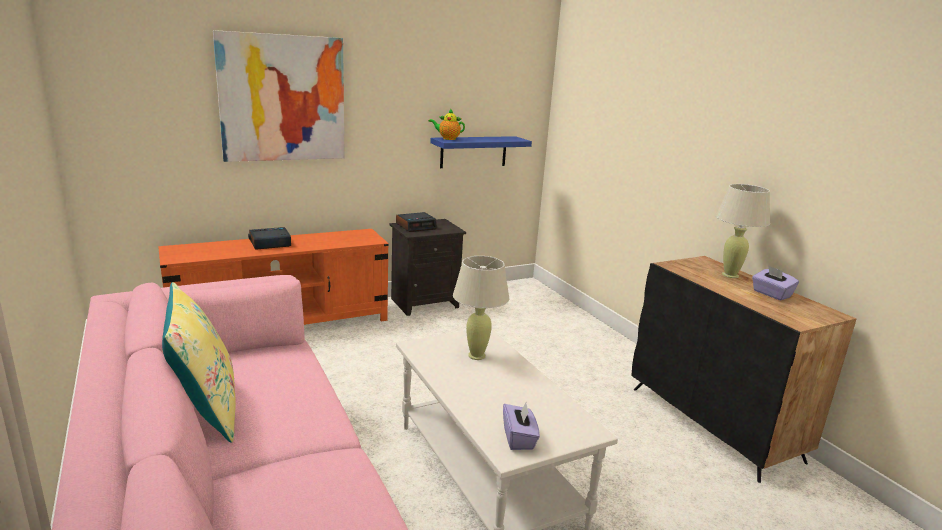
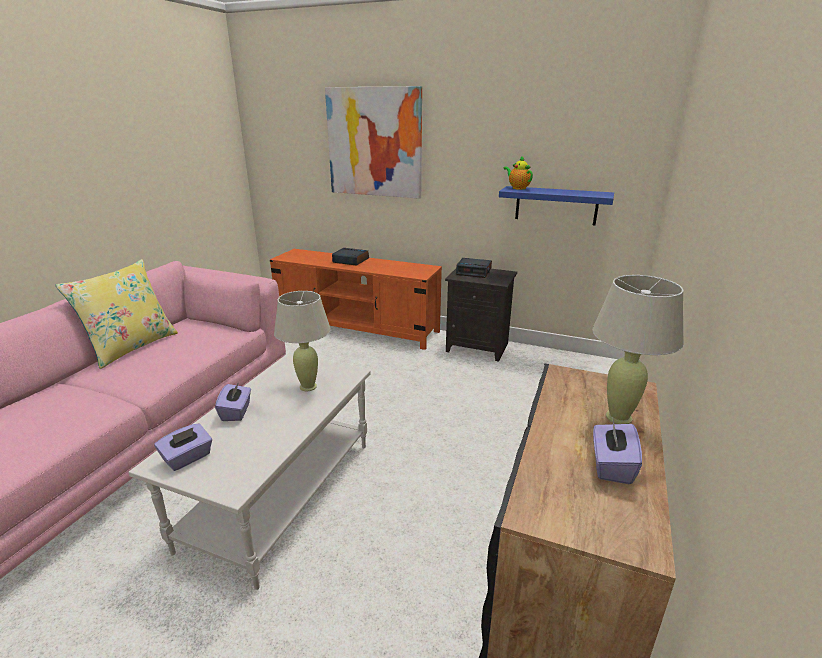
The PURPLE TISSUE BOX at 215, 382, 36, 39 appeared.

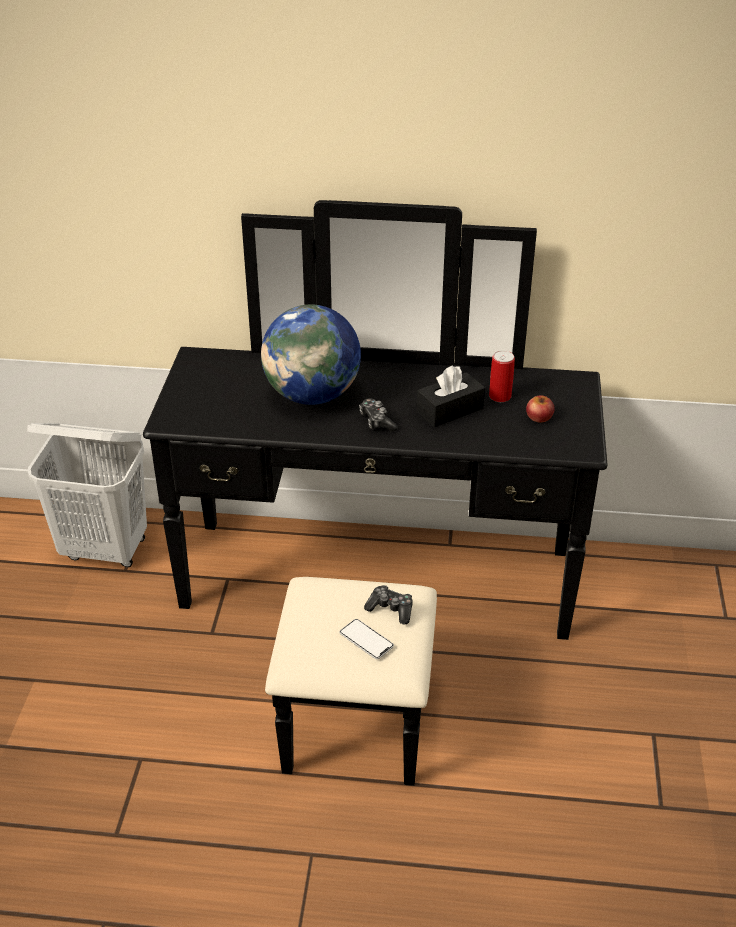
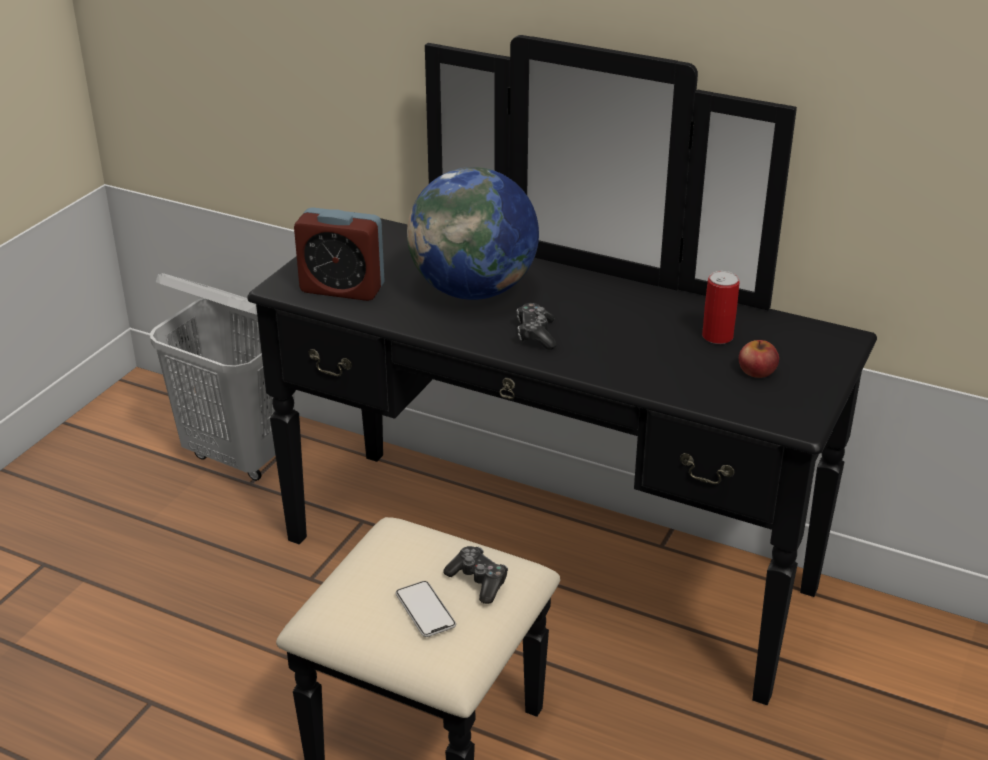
The BLACK TISSUE BOX at 417, 365, 68, 62 disappeared.
The ALARM CLOCK at 294, 207, 91, 94 appeared.

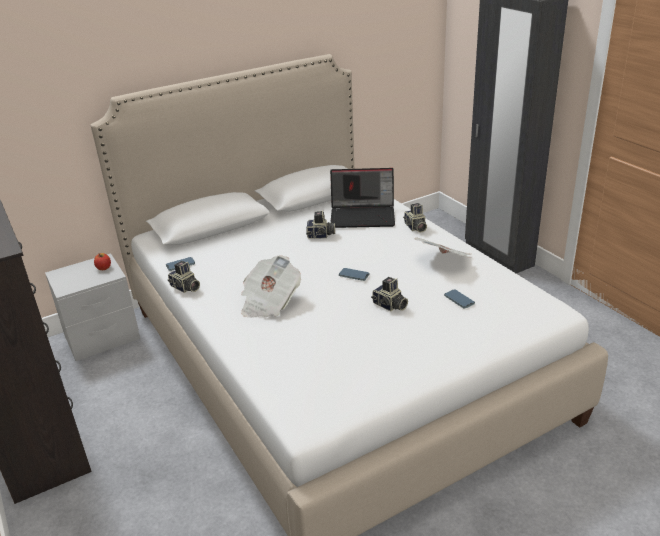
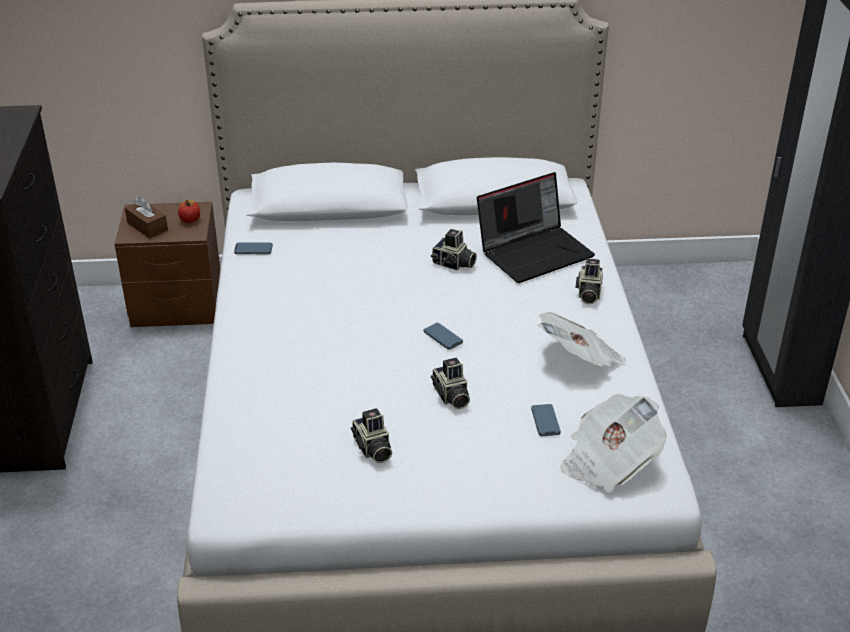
The GREY NIGHTSTAND at 45, 253, 95, 108 became the BROWN NIGHTSTAND at 115, 202, 105, 125.
The PHOTO CAMERA moved from 168, 261, 32, 32 to 351, 408, 41, 55.
The NEWSPAPER moved from 241, 255, 60, 63 to 561, 394, 106, 98.
The LAPTOP at 330, 168, 65, 60 turned 60 degrees counterclockwise.
The BROWN TISSUE BOX at 125, 197, 43, 41 appeared.

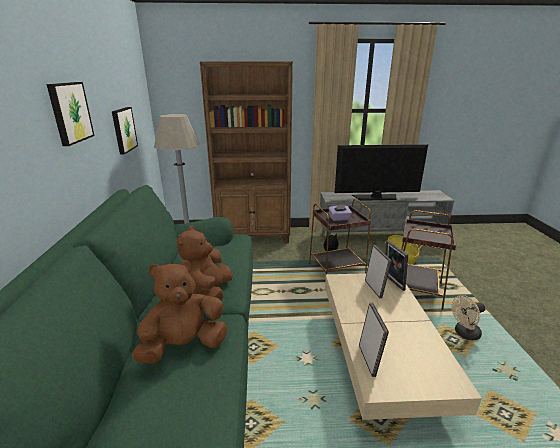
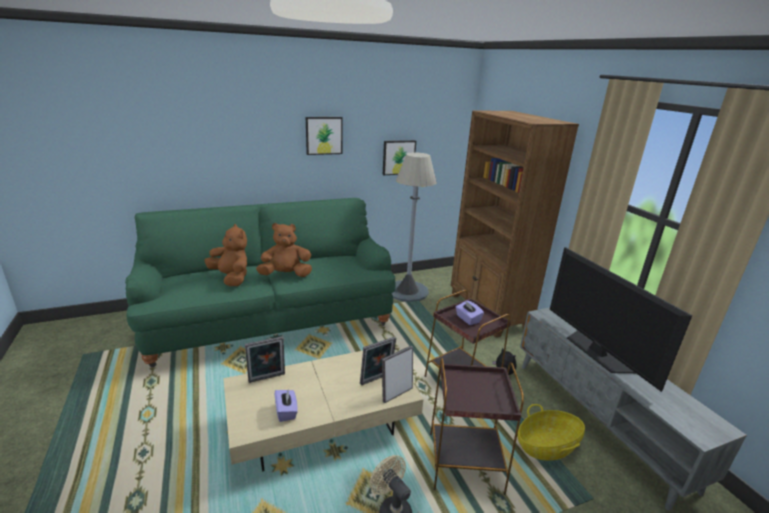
The PURPLE TISSUE BOX at 275, 388, 23, 34 appeared.

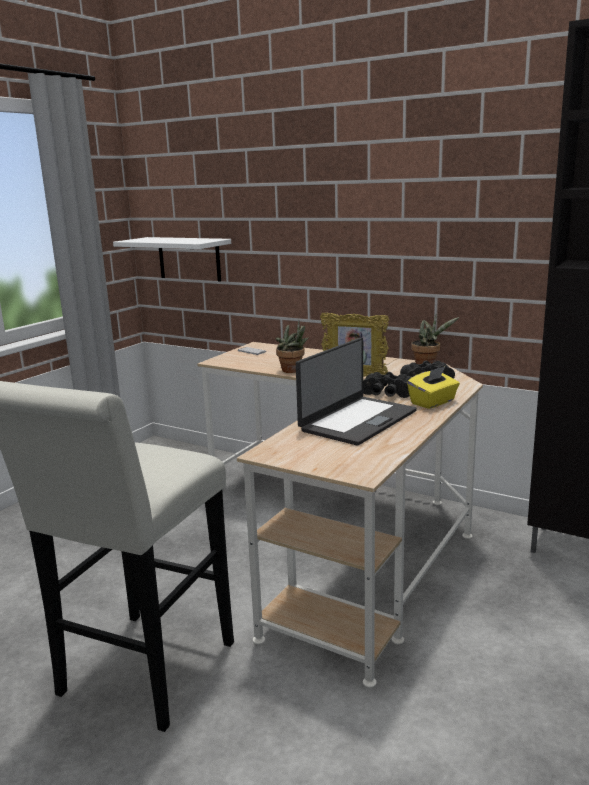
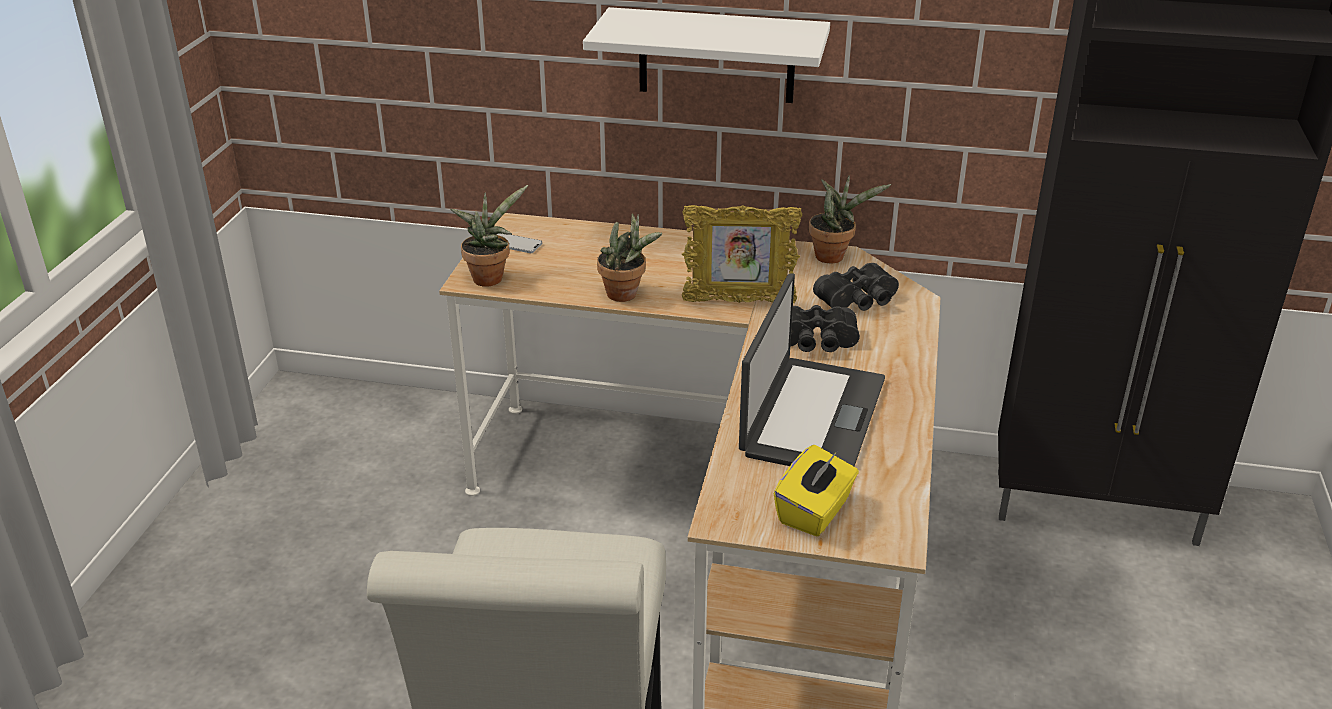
The WHITE SHELF moved from 113, 237, 118, 45 to 583, 7, 247, 96.
The YELLOW TISSUE BOX moved from 407, 366, 53, 43 to 774, 445, 85, 92.
The POTTED PLANT at 450, 185, 78, 102 appeared.

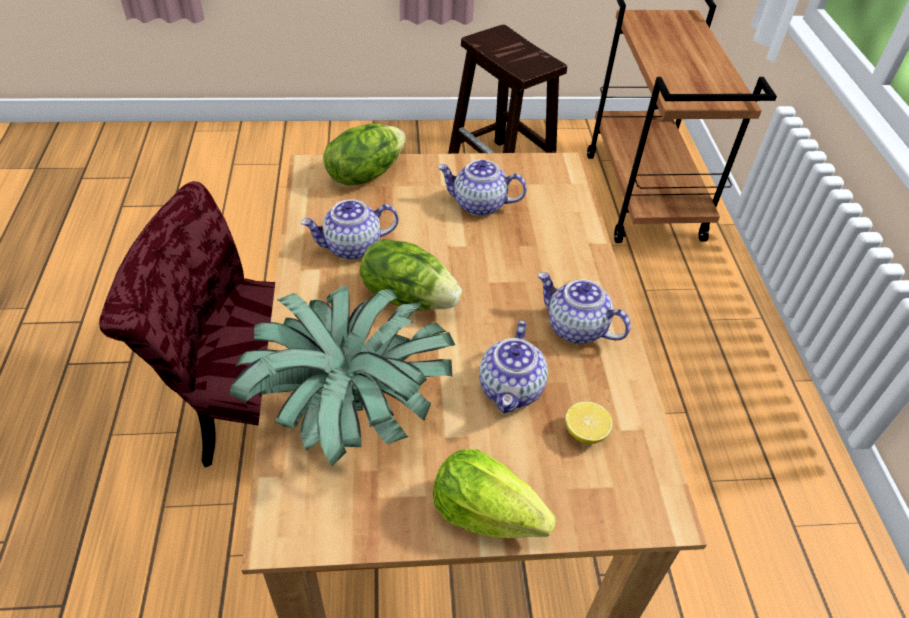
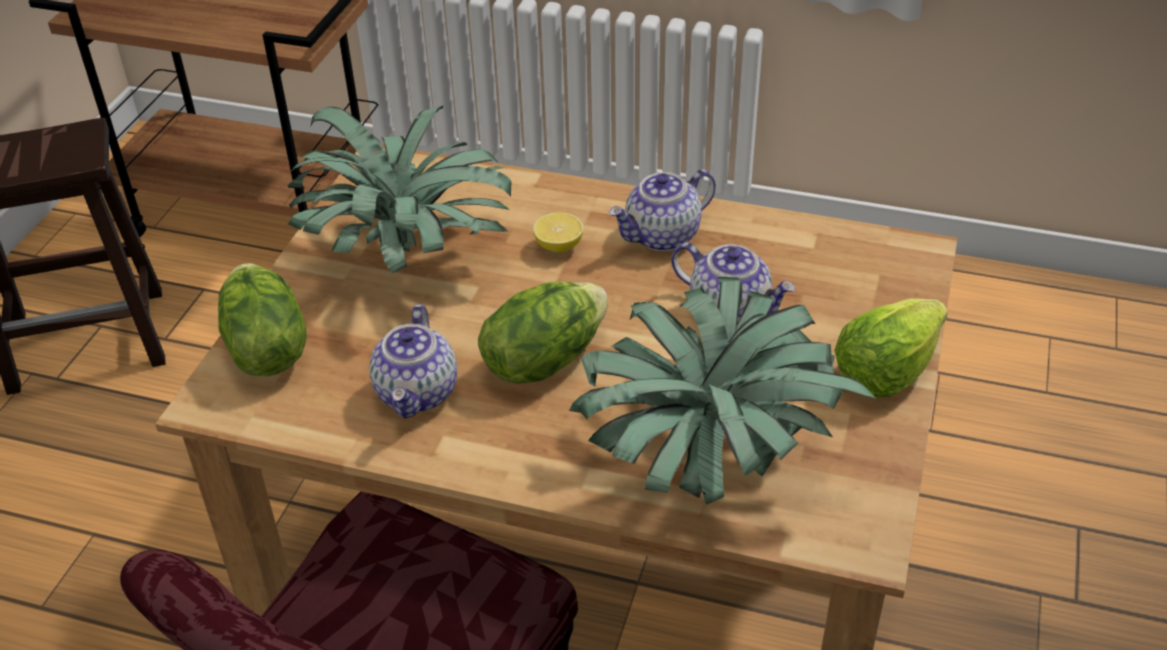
The TEAPOT at 437, 160, 90, 56 was replaced by the POTTED PLANT at 288, 105, 223, 168.
The LEMON moved from 565, 402, 48, 42 to 533, 212, 51, 41.

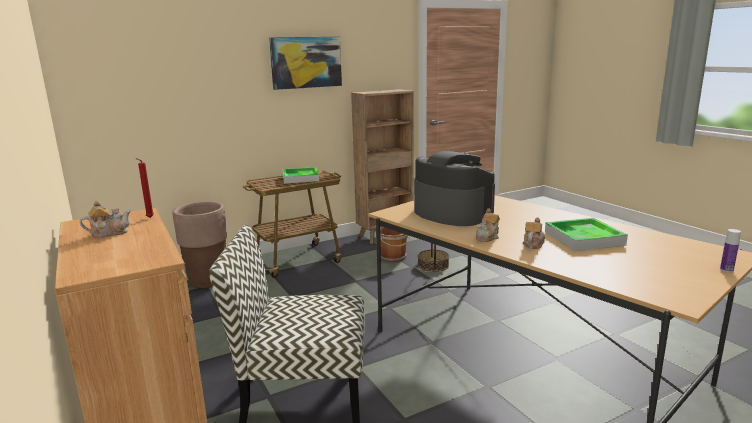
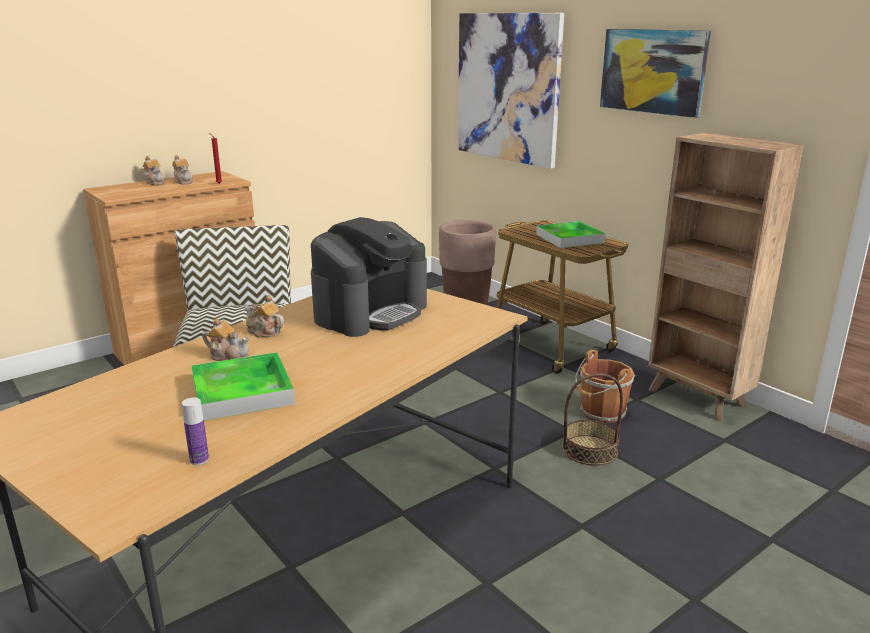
The BOTTLE moved from 720, 229, 21, 43 to 182, 397, 27, 68.
The TEAPOT at 143, 156, 22, 29 appeared.
The PICTURE at 458, 13, 106, 156 appeared.

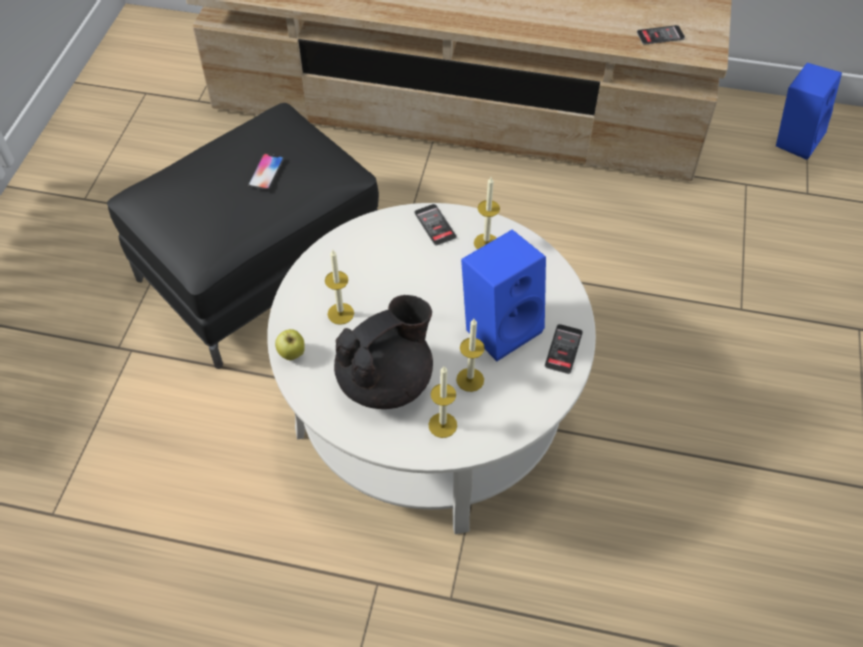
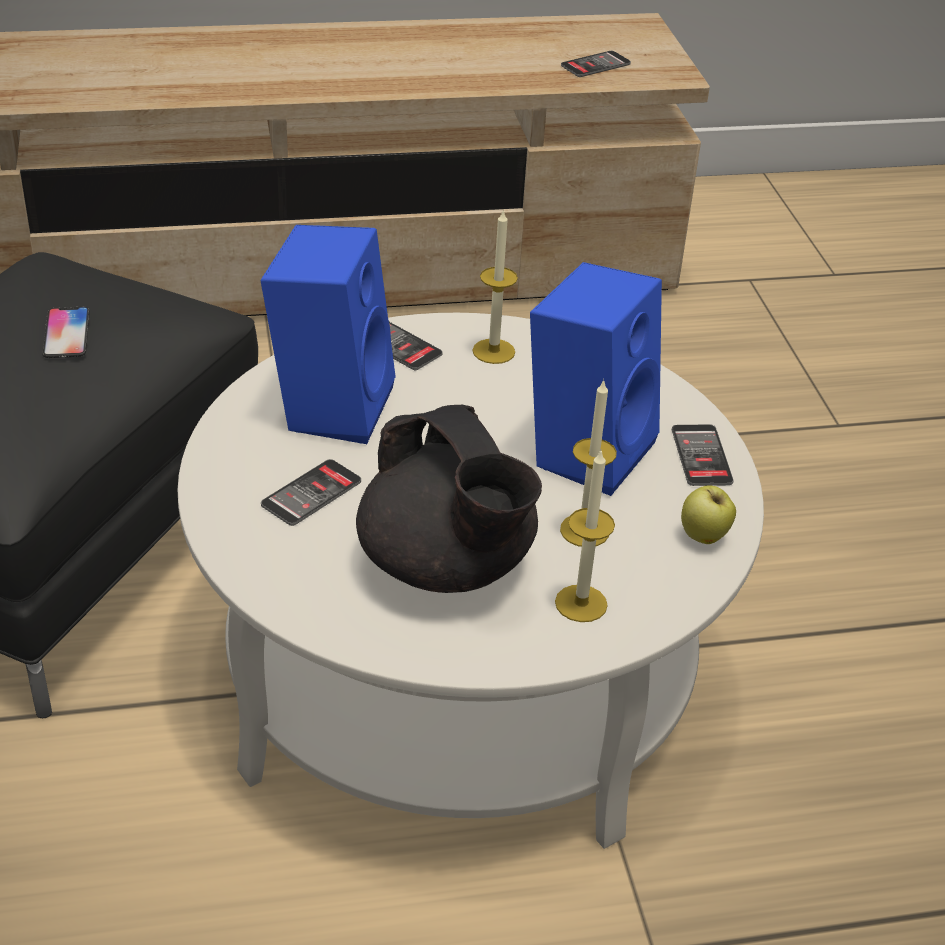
The APPLE moved from 275, 329, 30, 31 to 681, 486, 55, 58.
The CANDLE at 325, 249, 29, 76 was replaced by the PHONE at 261, 459, 100, 67.
The BLACK TEAPOT at 334, 295, 99, 114 turned 120 degrees clockwise.
The BLUE SPEAKER moved from 776, 63, 66, 97 to 261, 225, 135, 219.

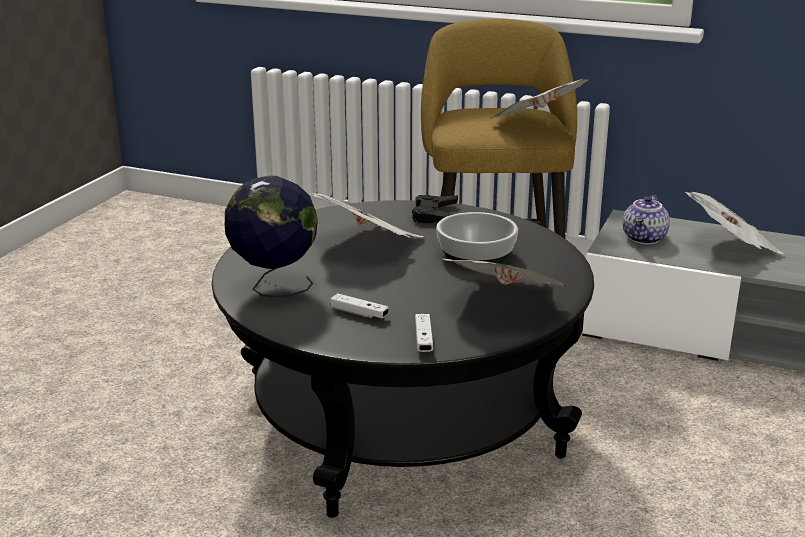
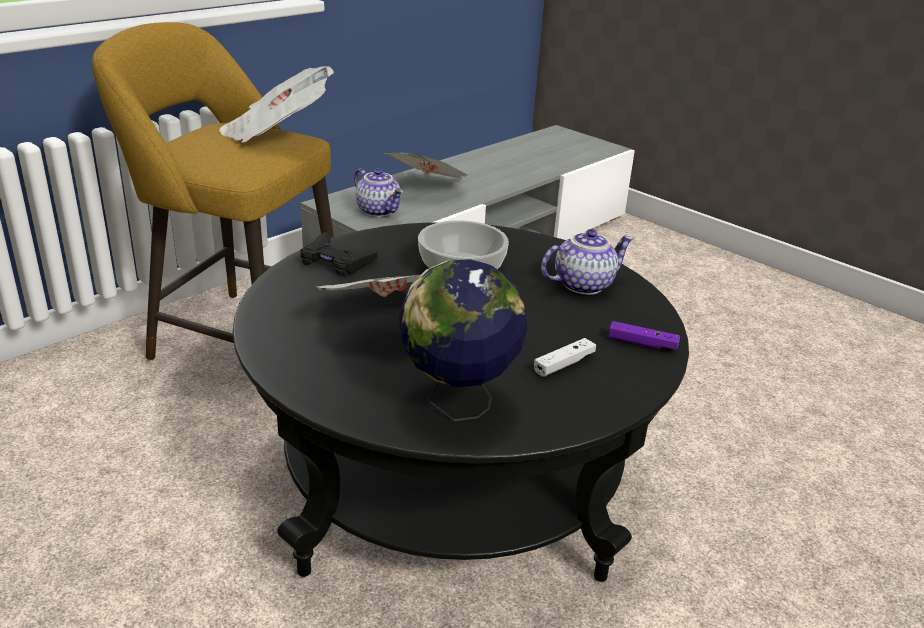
The WHITE GAME CONTROLLER at 415, 314, 18, 38 became the PURPLE GAME CONTROLLER at 609, 321, 71, 29.
The NEWSPAPER at 443, 259, 123, 27 was replaced by the TEAPOT at 541, 229, 93, 66.

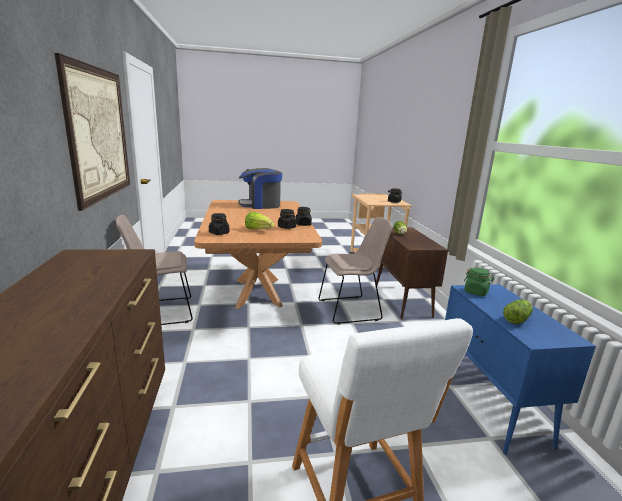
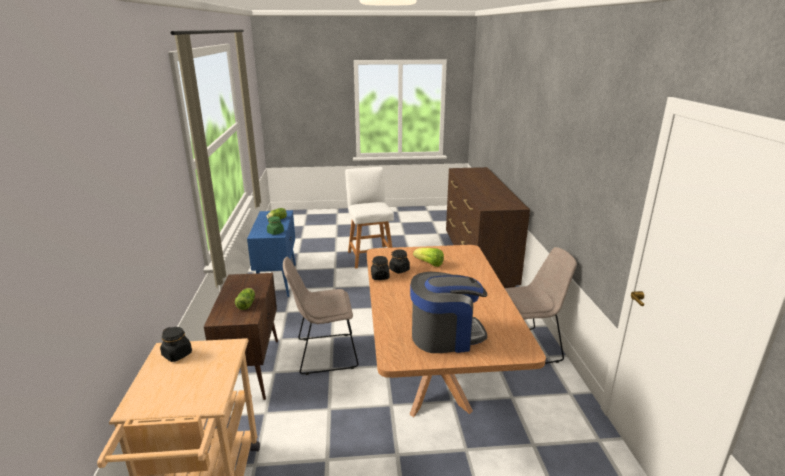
The PICTURE at 54, 53, 76, 158 disappeared.
The BLACK JAR at 209, 213, 20, 22 disappeared.

